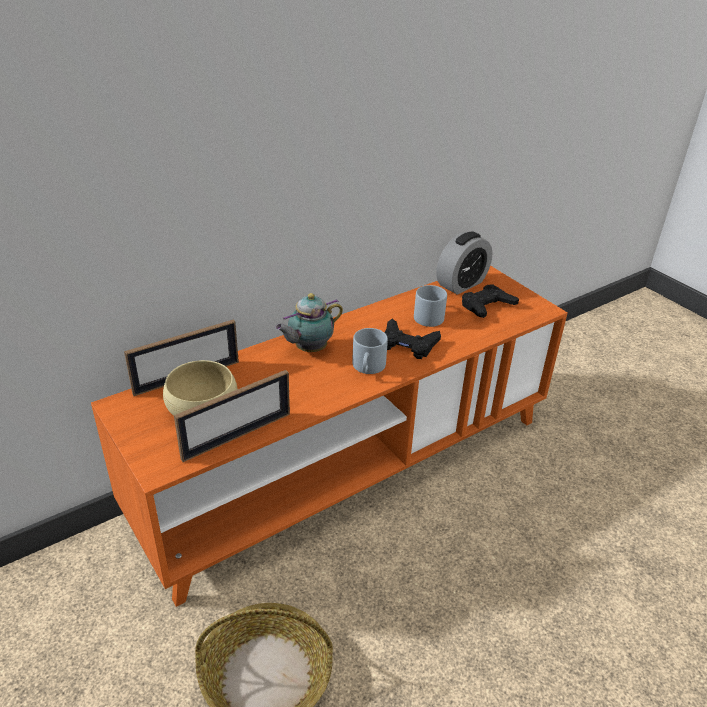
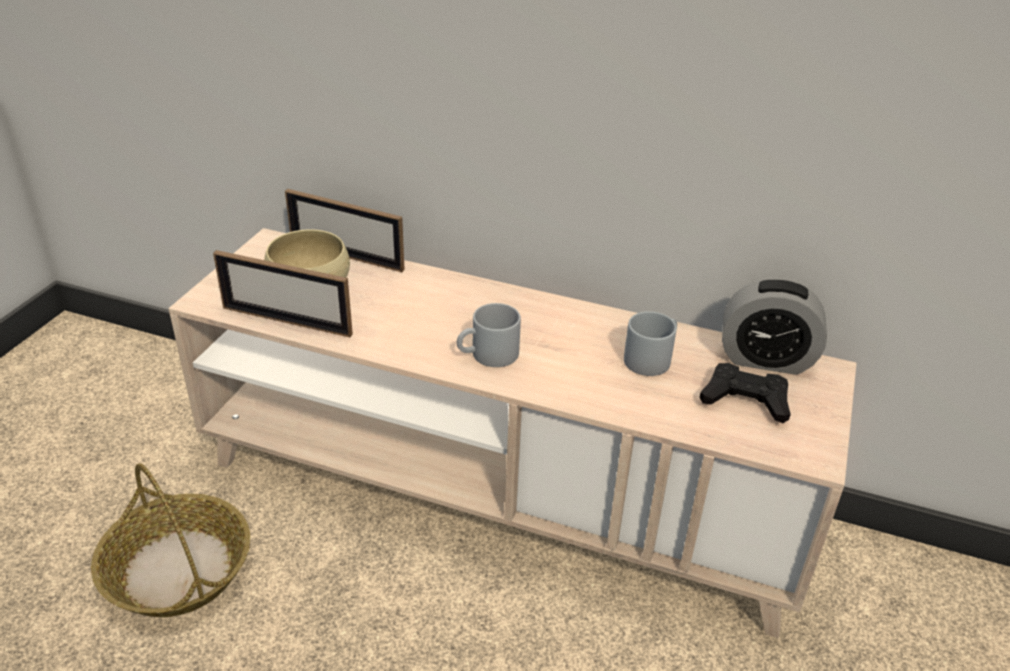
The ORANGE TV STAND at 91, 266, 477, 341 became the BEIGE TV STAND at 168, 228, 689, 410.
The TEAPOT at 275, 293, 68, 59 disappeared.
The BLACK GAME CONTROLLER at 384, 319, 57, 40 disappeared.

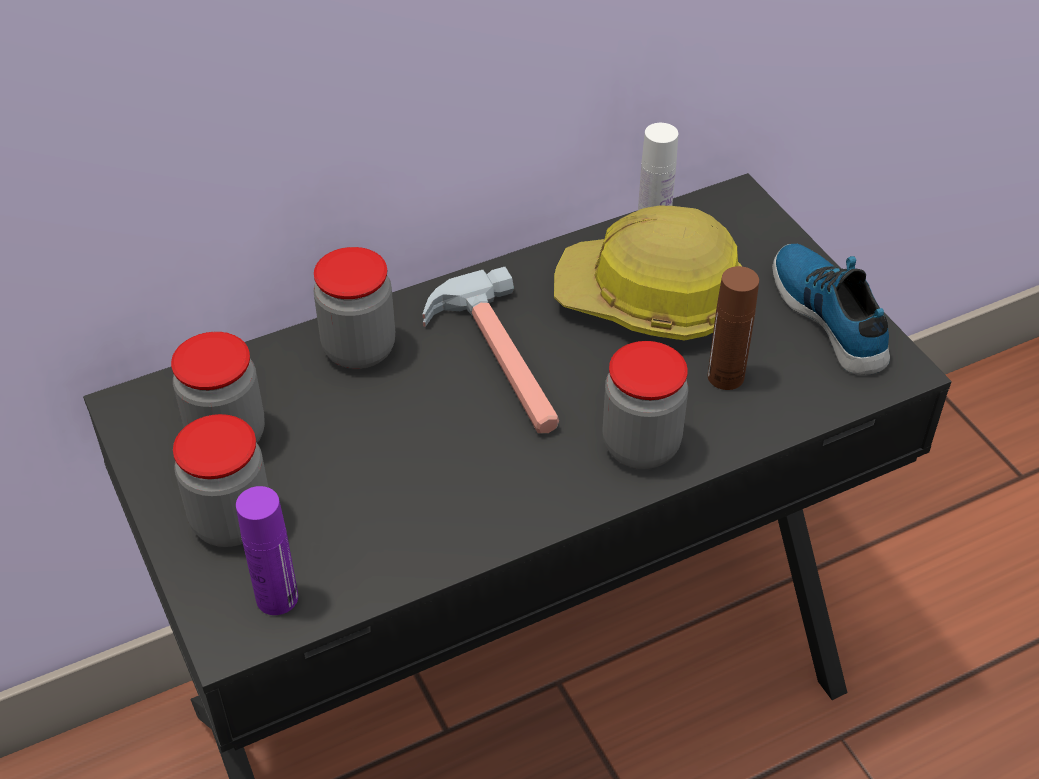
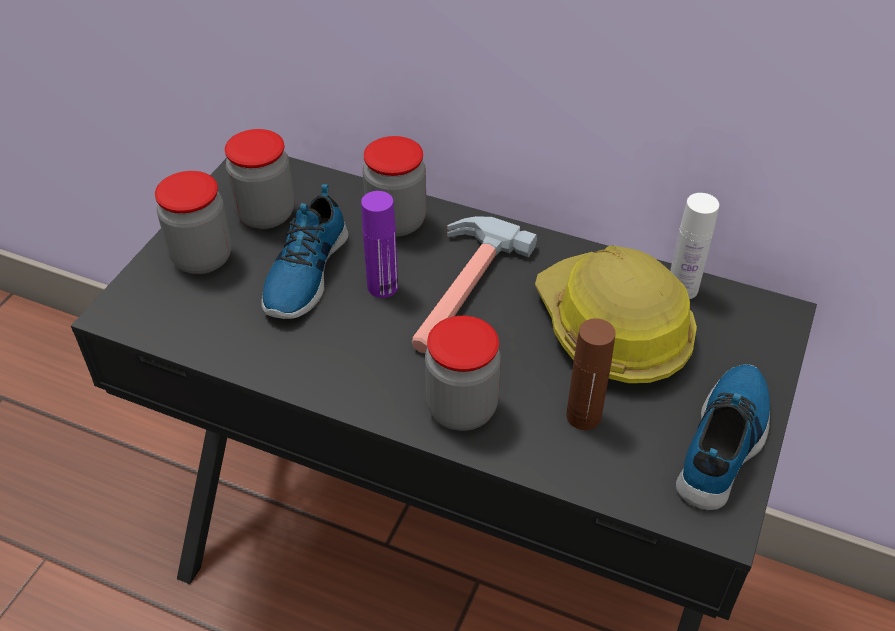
The PURPLE BOTTLE moved from 236, 486, 62, 129 to 361, 191, 37, 107.
The SHOE at 261, 184, 88, 135 appeared.

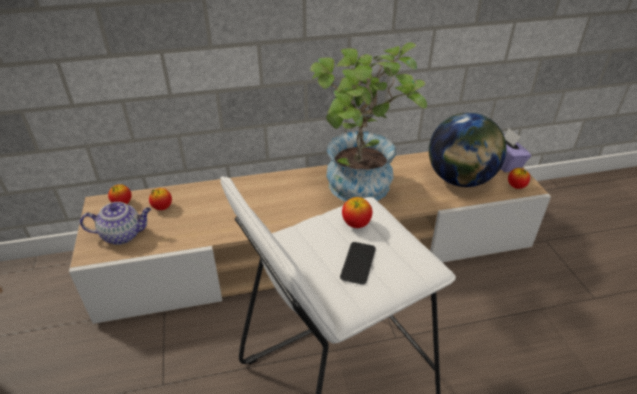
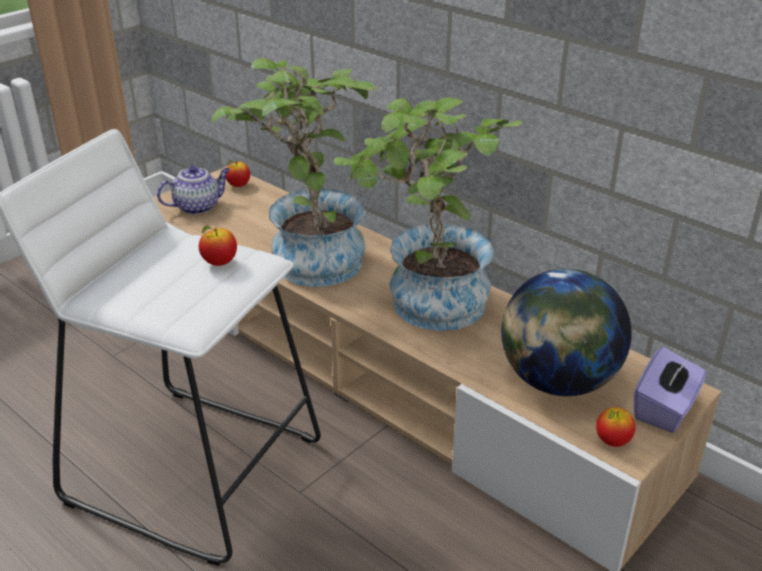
The TEAPOT at 80, 202, 71, 43 turned 75 degrees counterclockwise.
The APPLE at 149, 188, 23, 22 disappeared.
The PHONE at 340, 242, 36, 43 disappeared.
The POTTED PLANT at 211, 58, 166, 229 appeared.

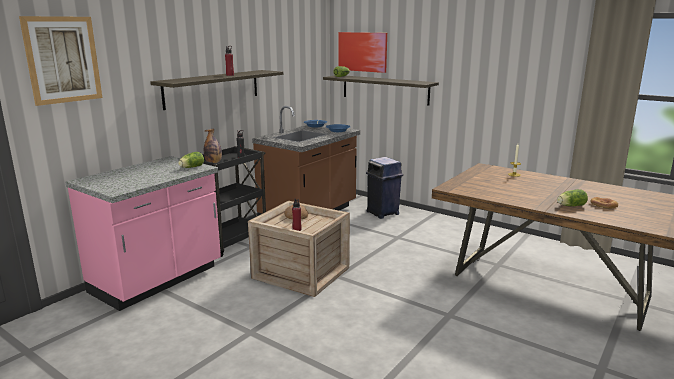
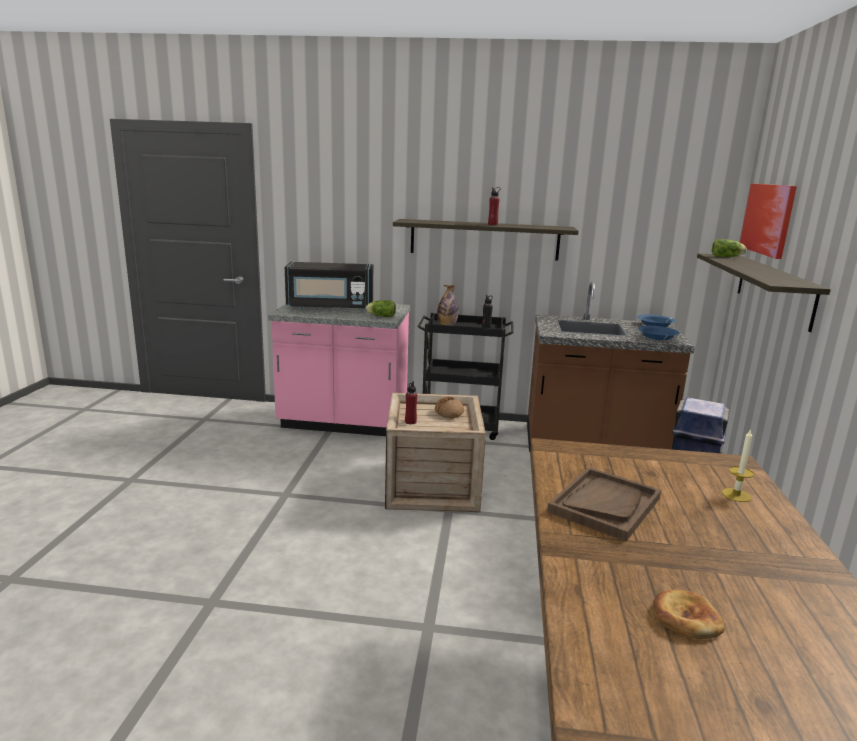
The PICTURE at 19, 16, 83, 90 disappeared.
The LETTUCE at 557, 189, 31, 17 disappeared.
The BLACK MICROWAVE at 285, 262, 88, 49 appeared.
The BROWN TRAY at 547, 467, 114, 74 appeared.

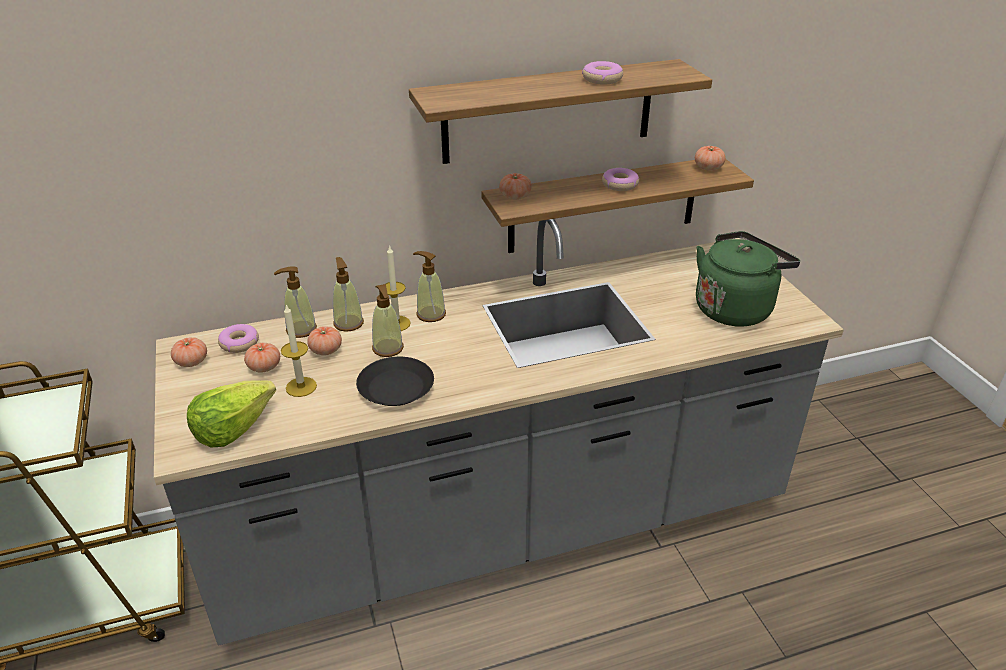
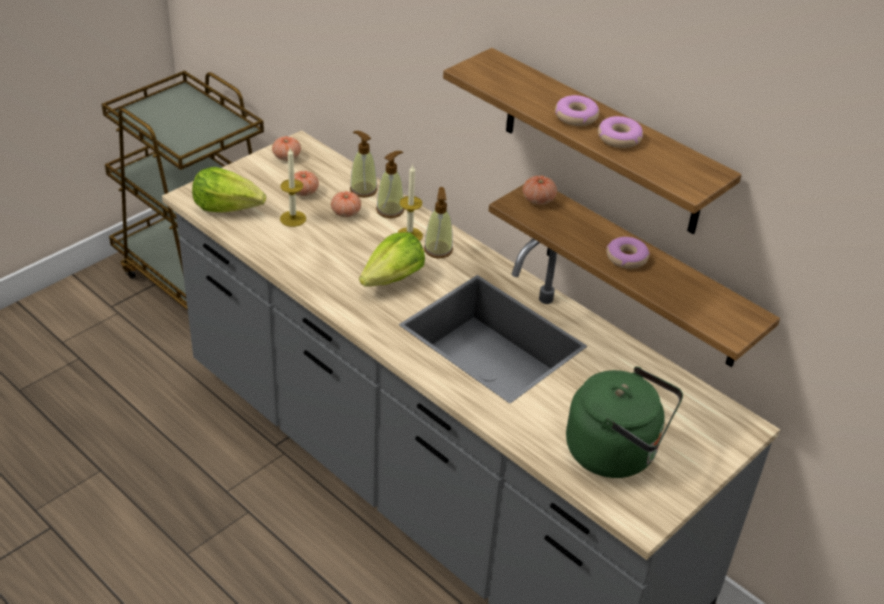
The DONUT moved from 218, 324, 41, 29 to 555, 95, 44, 31.
The BLACK PLATE at 356, 357, 78, 49 disappeared.
The SOAP DISPENSER at 372, 284, 32, 73 disappeared.
The TOMATO at 695, 146, 31, 25 disappeared.
The LETTUCE at 359, 232, 66, 54 appeared.

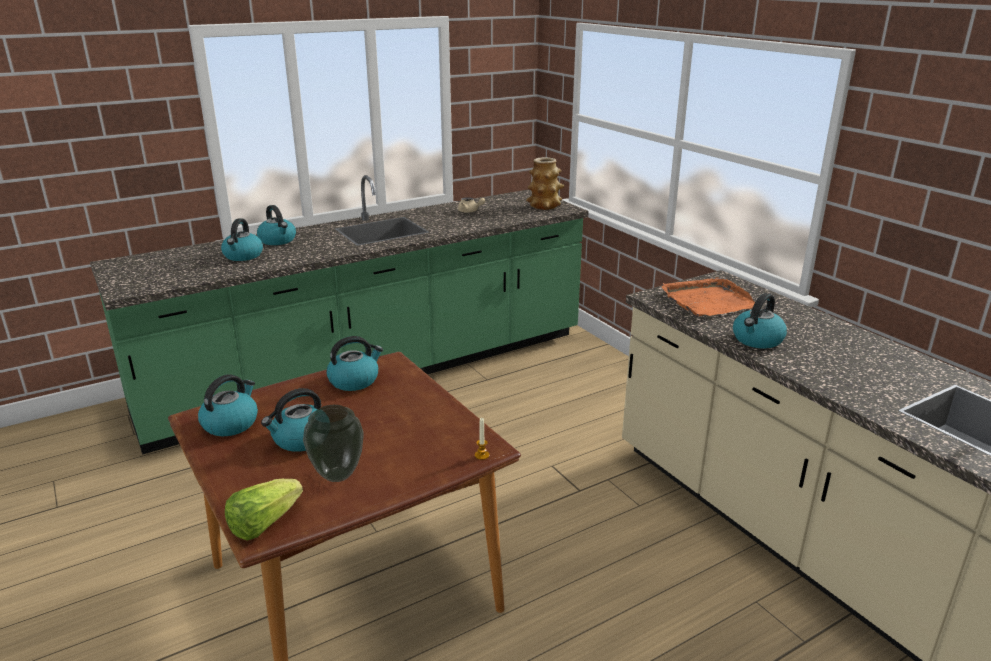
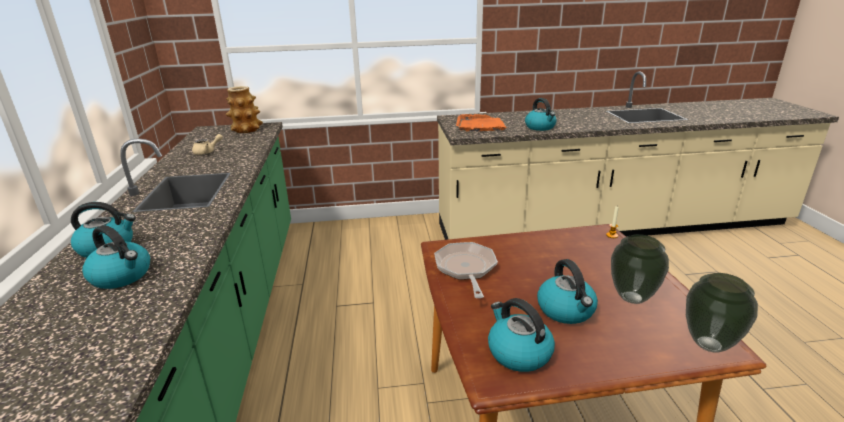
The LETTUCE at 225, 479, 78, 62 was replaced by the VASE at 686, 273, 72, 80.
The KETTLE at 326, 336, 57, 55 was replaced by the FRYING PAN at 434, 242, 64, 56.

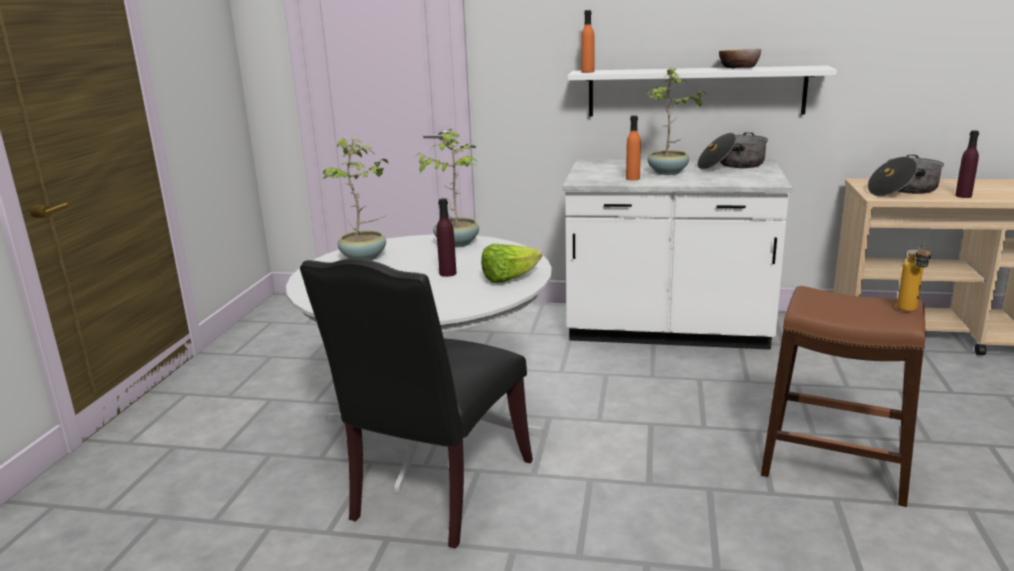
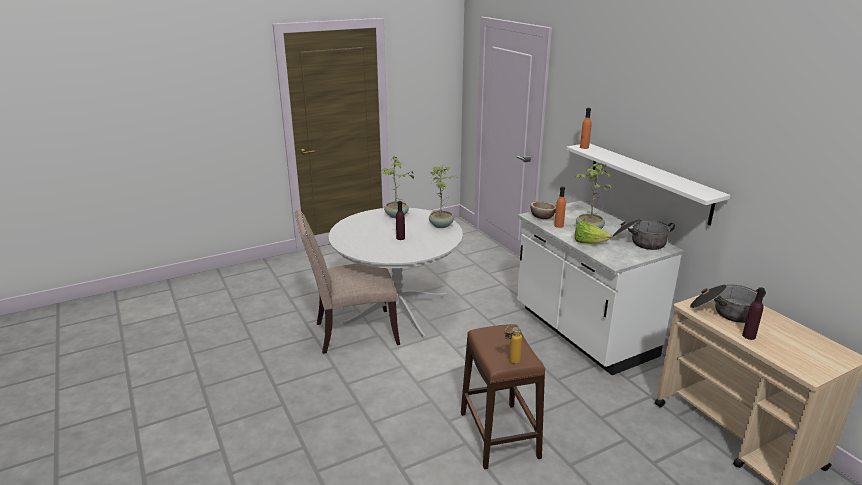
The BLACK CHAIR at 300, 258, 233, 291 became the BEIGE CHAIR at 295, 210, 105, 144.
The LETTUCE moved from 481, 244, 61, 39 to 575, 221, 37, 23.
The BOWL moved from 719, 49, 42, 19 to 530, 202, 26, 17.

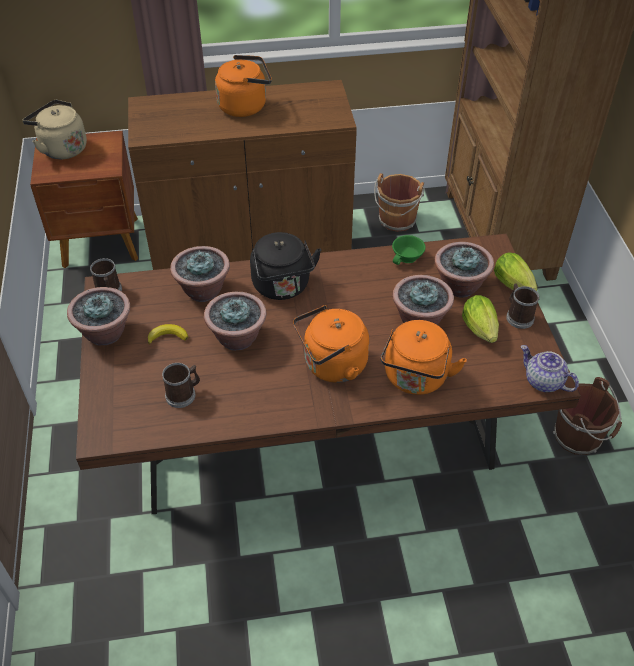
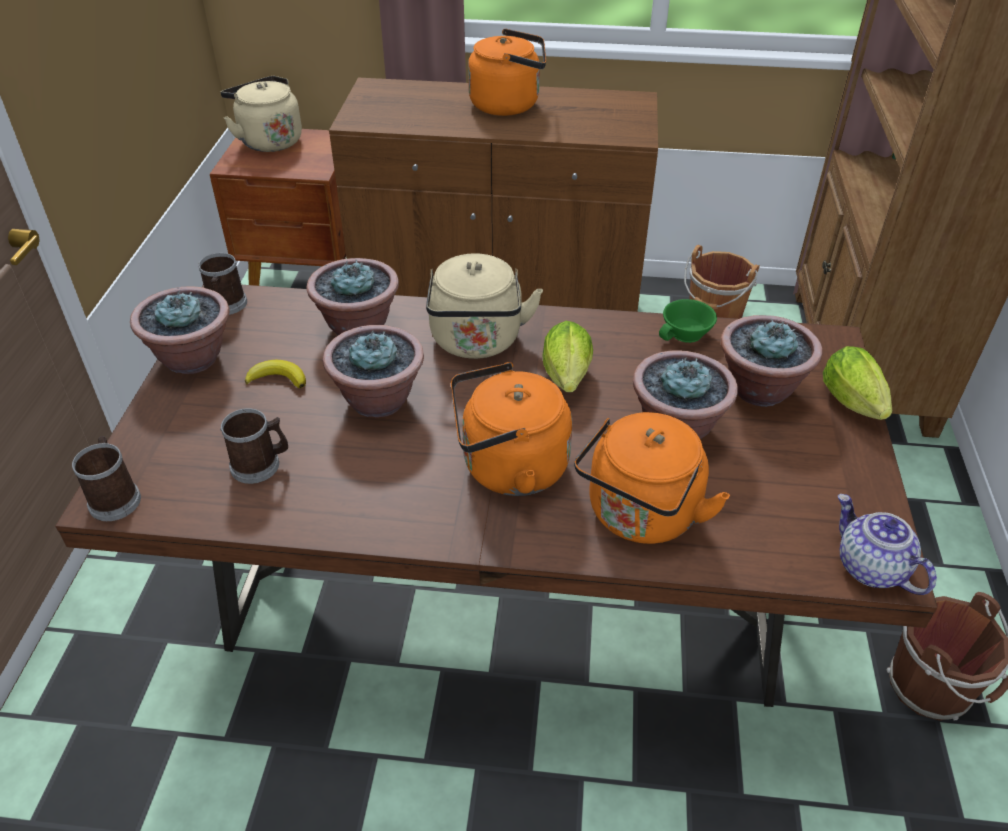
The BLACK KETTLE at 250, 232, 71, 68 became the BEIGE KETTLE at 426, 253, 117, 106.
The LETTUCE moved from 462, 295, 37, 48 to 542, 321, 51, 71.
The MUG moved from 506, 283, 33, 46 to 72, 436, 69, 85.

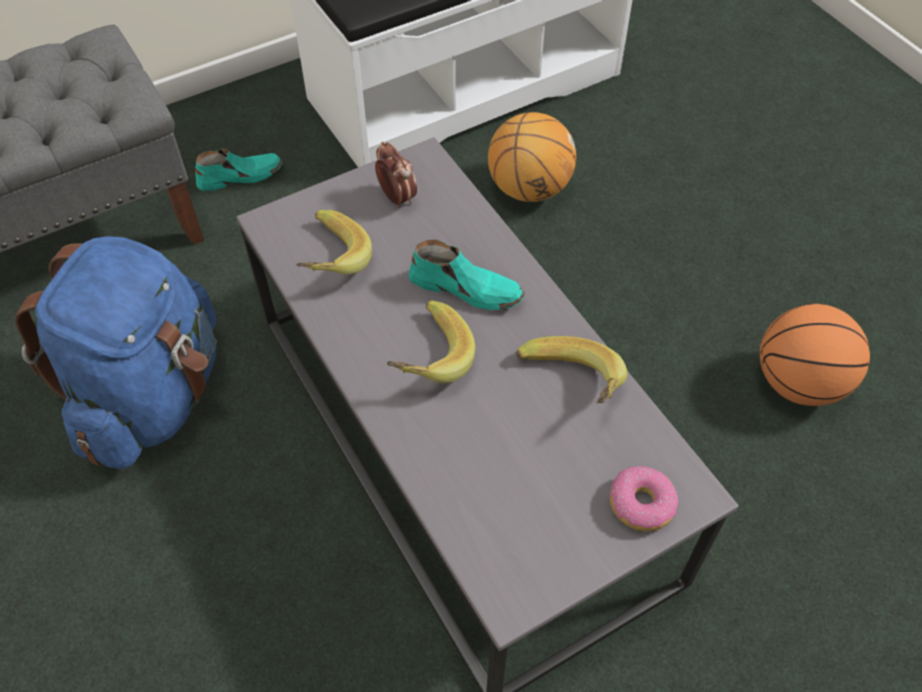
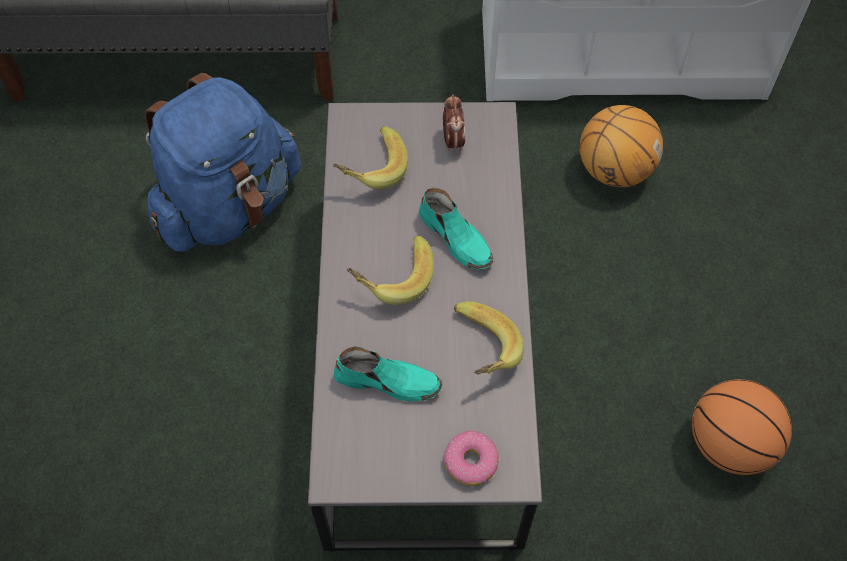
The TURQUOISE SHOE moved from 195, 148, 87, 43 to 334, 346, 108, 55.

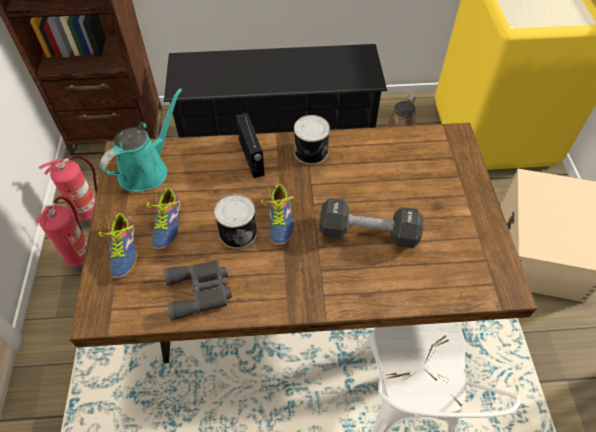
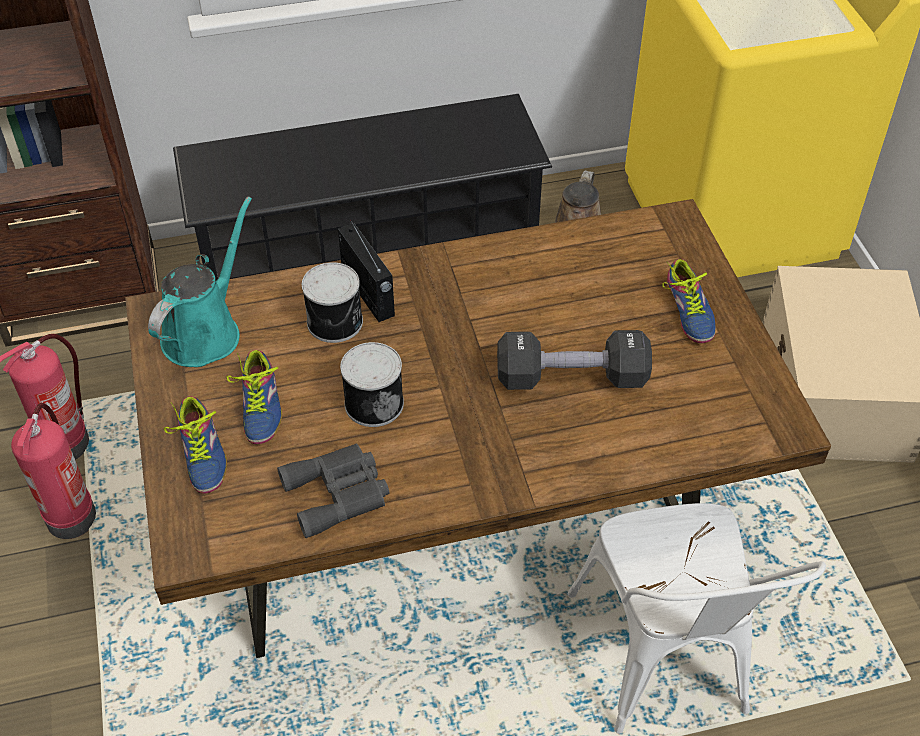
The SHOE moved from 261, 184, 33, 62 to 662, 259, 54, 84.
The CAN moved from 294, 115, 36, 50 to 302, 262, 61, 81.

